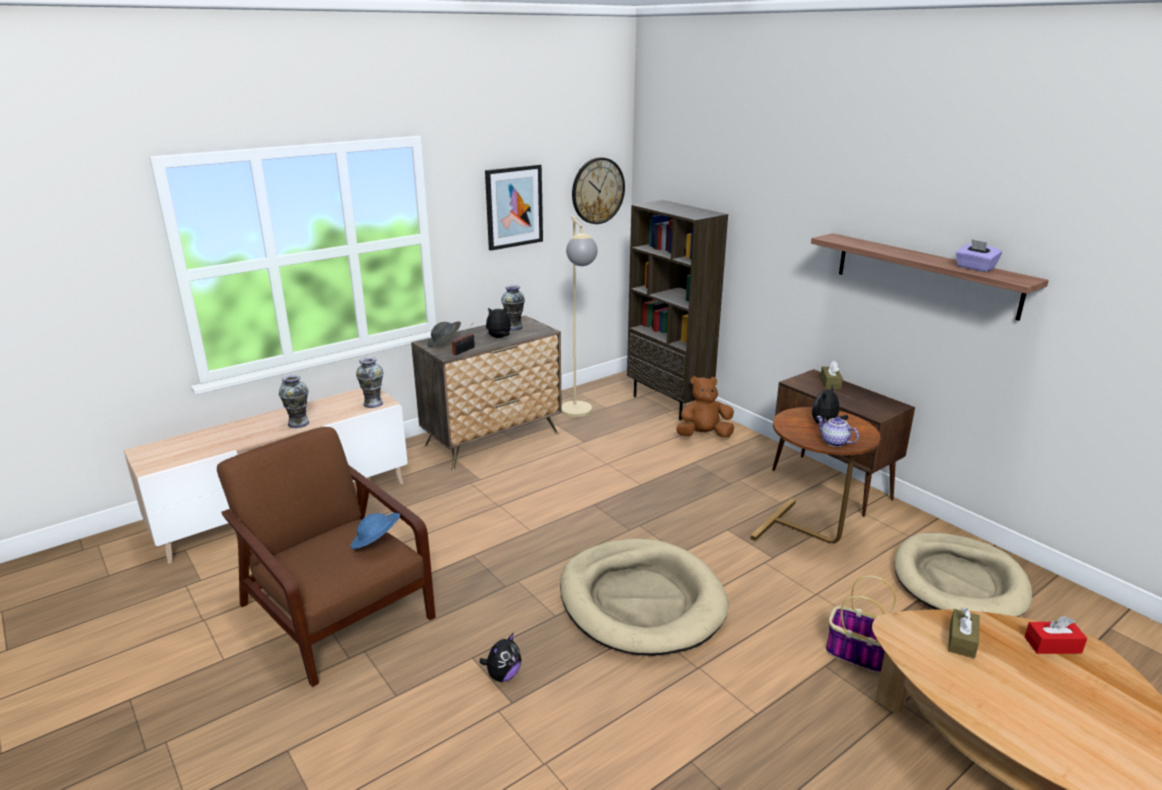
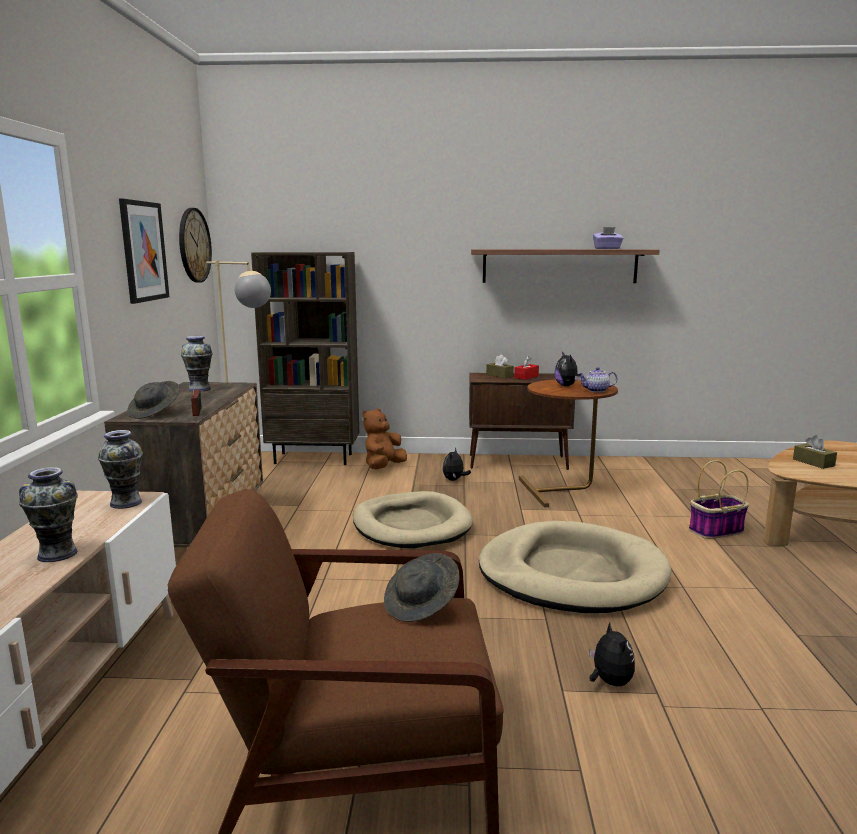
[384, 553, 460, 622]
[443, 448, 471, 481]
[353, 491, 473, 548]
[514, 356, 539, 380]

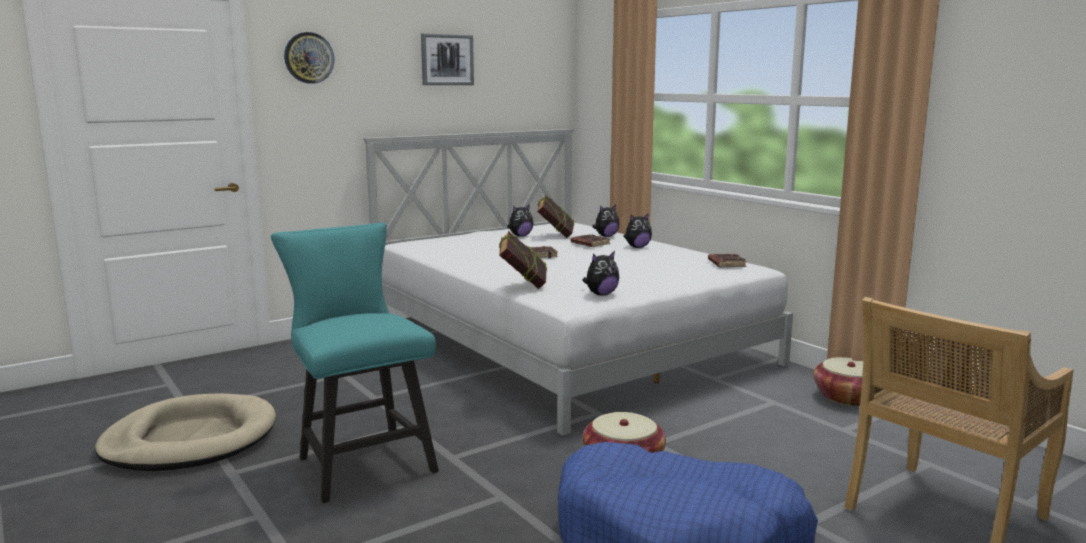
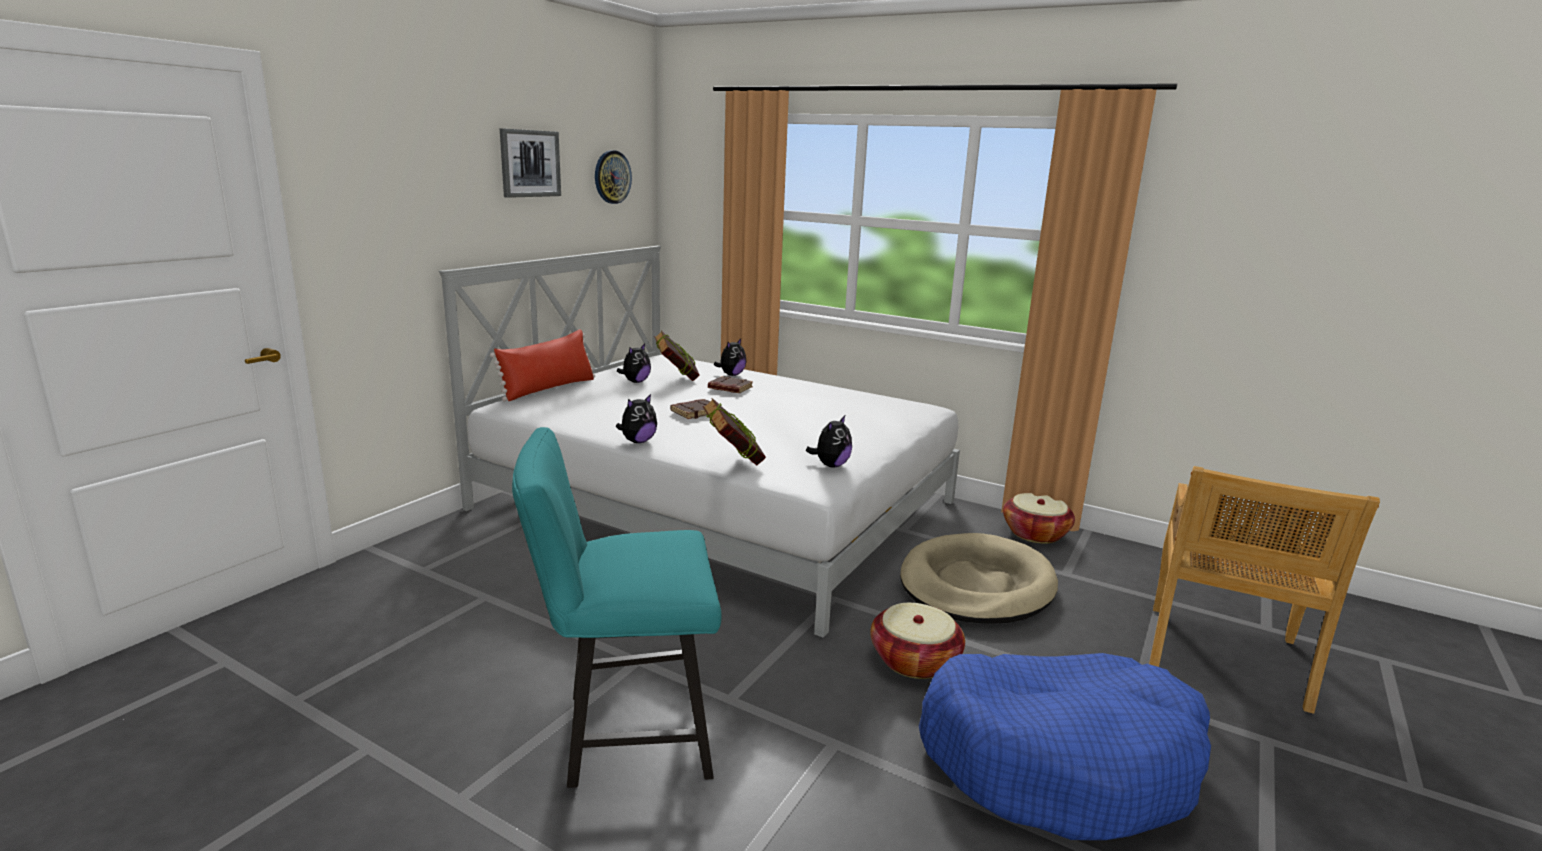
[900, 533, 1058, 624]
[512, 427, 722, 788]
[595, 150, 632, 204]
[616, 394, 657, 443]
[708, 254, 747, 268] (first image)
[490, 329, 595, 402]

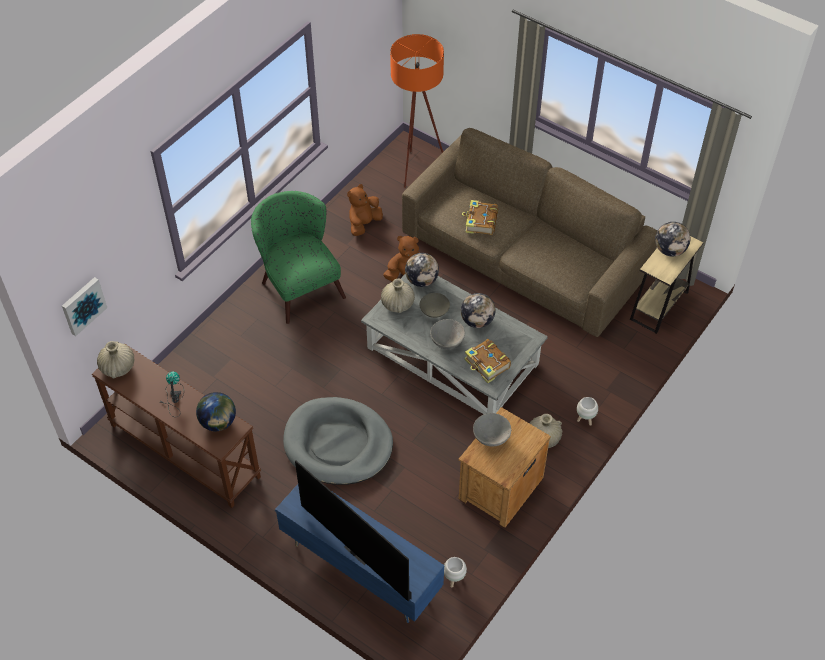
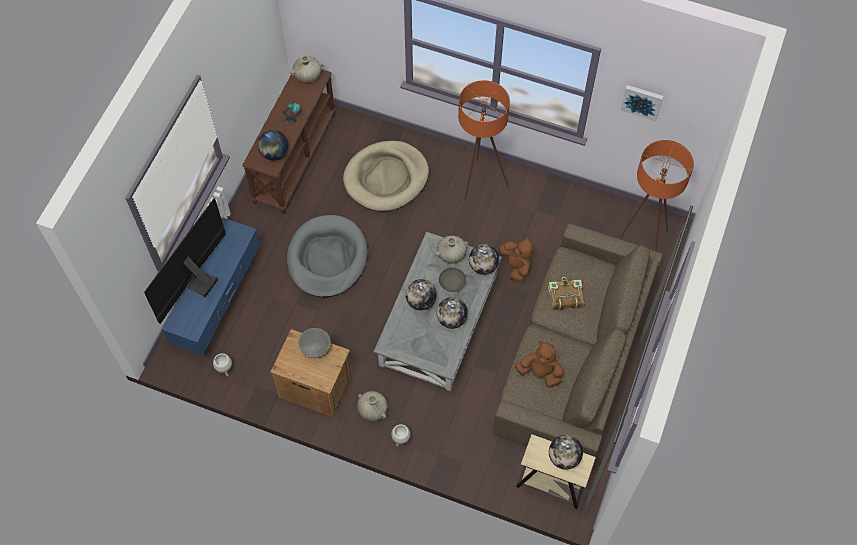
[620, 85, 664, 121]
[458, 80, 510, 201]
[515, 341, 564, 387]
[405, 279, 437, 310]
[465, 339, 511, 383] (first image)
[343, 141, 429, 211]

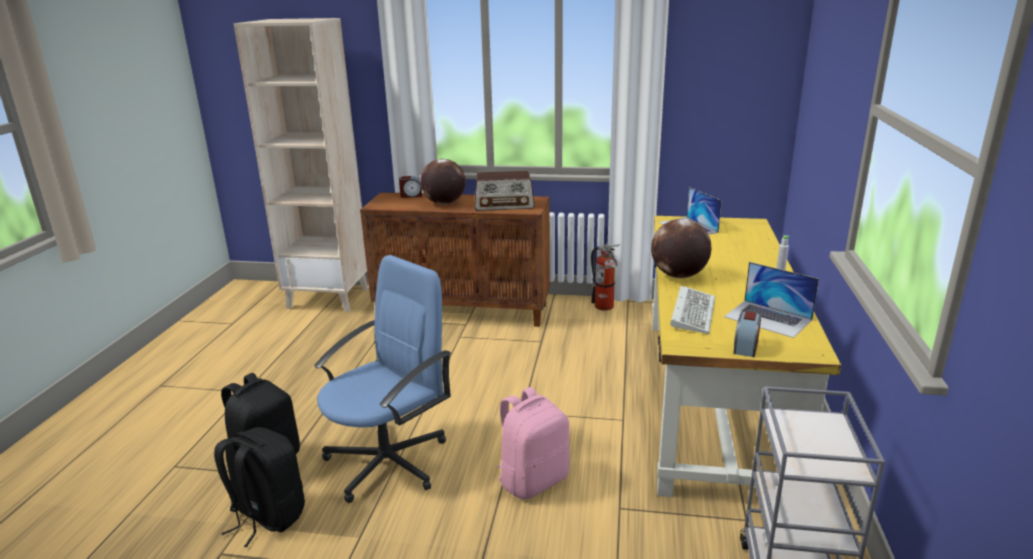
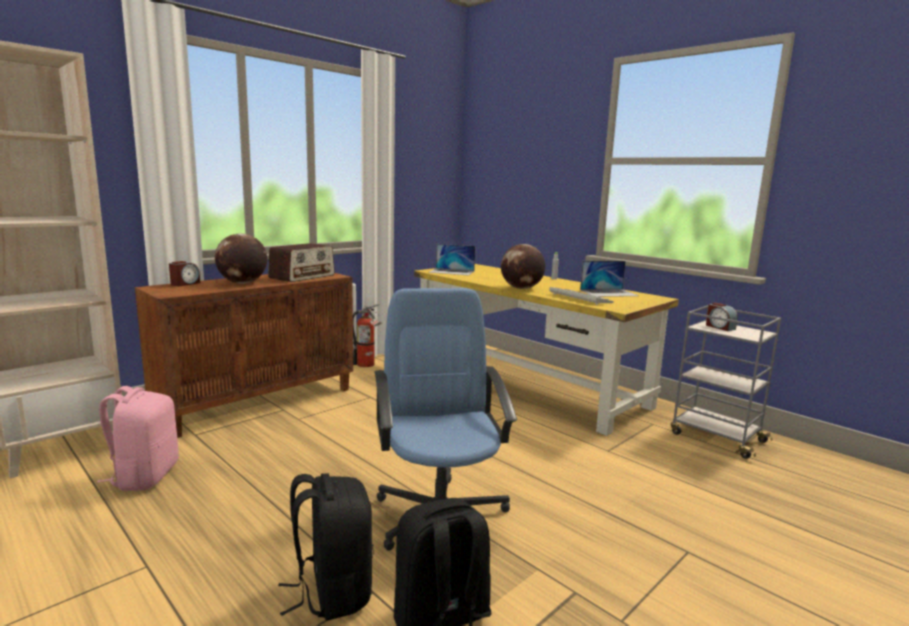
[97, 386, 179, 491]
[706, 303, 738, 331]

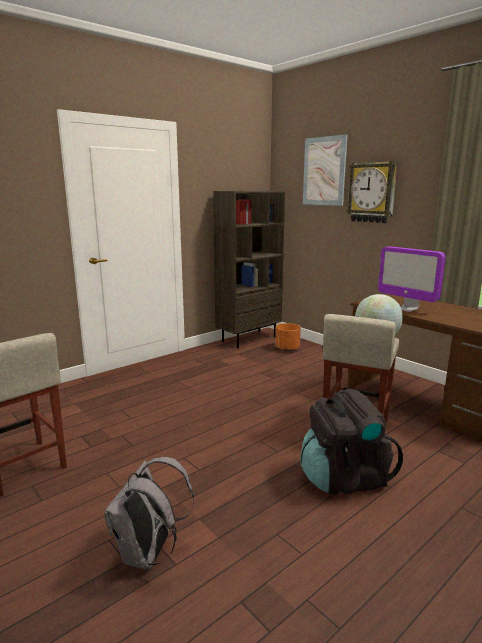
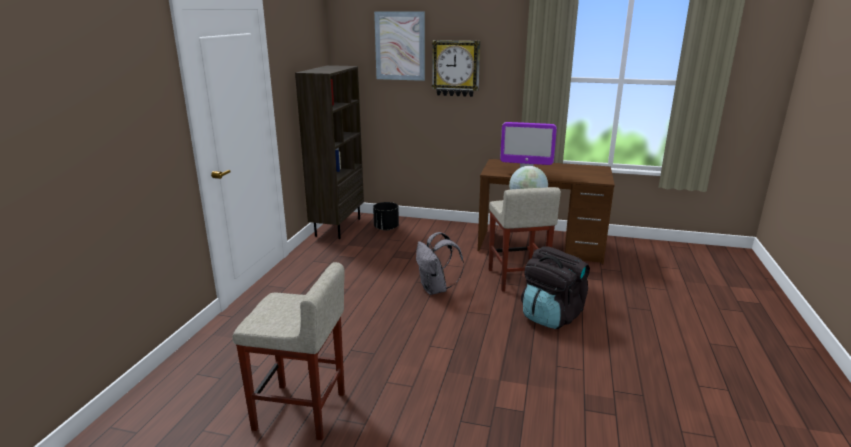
[416, 232, 464, 295]
[373, 202, 399, 231]

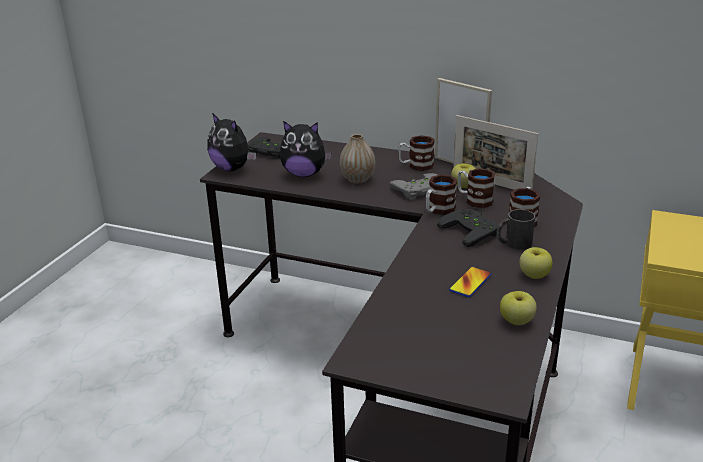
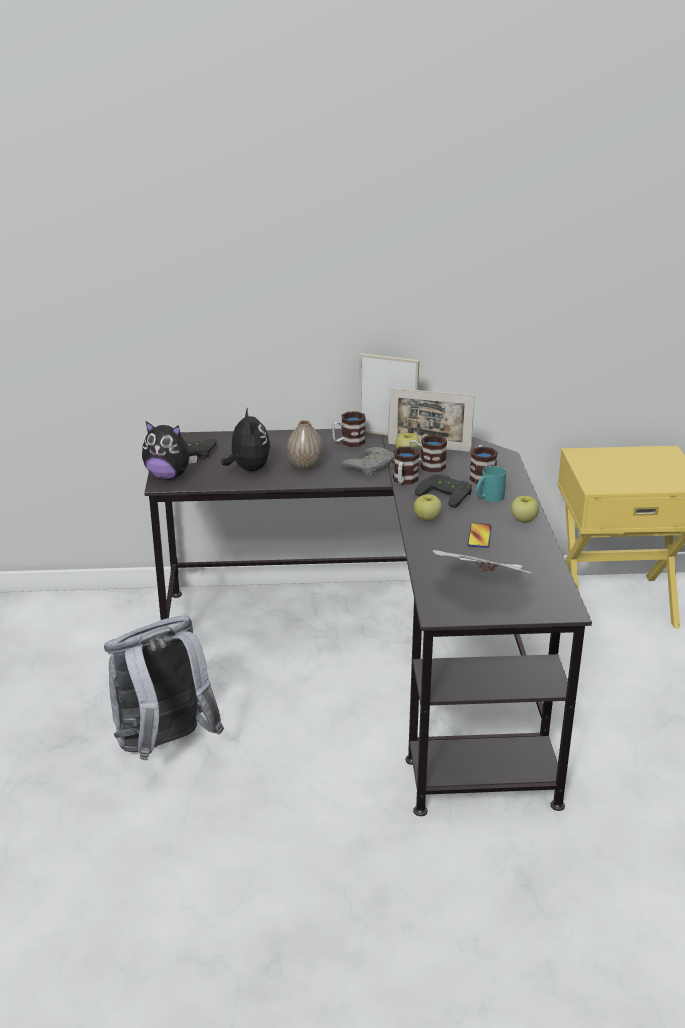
[221, 407, 271, 471]
[476, 466, 506, 502]
[414, 494, 442, 521]
[104, 616, 224, 760]
[433, 550, 532, 574]

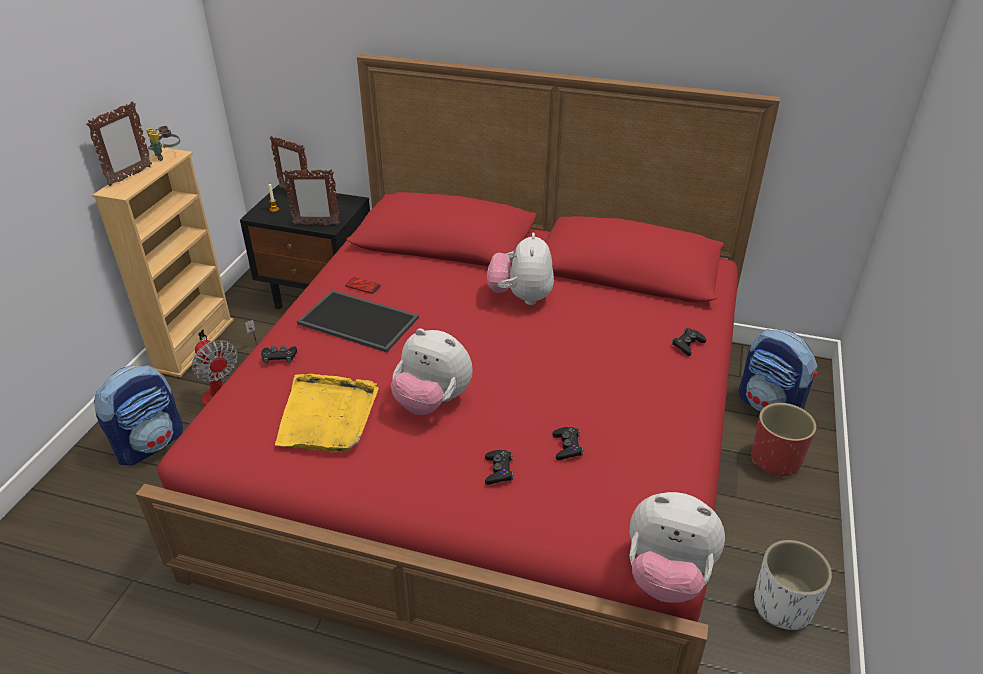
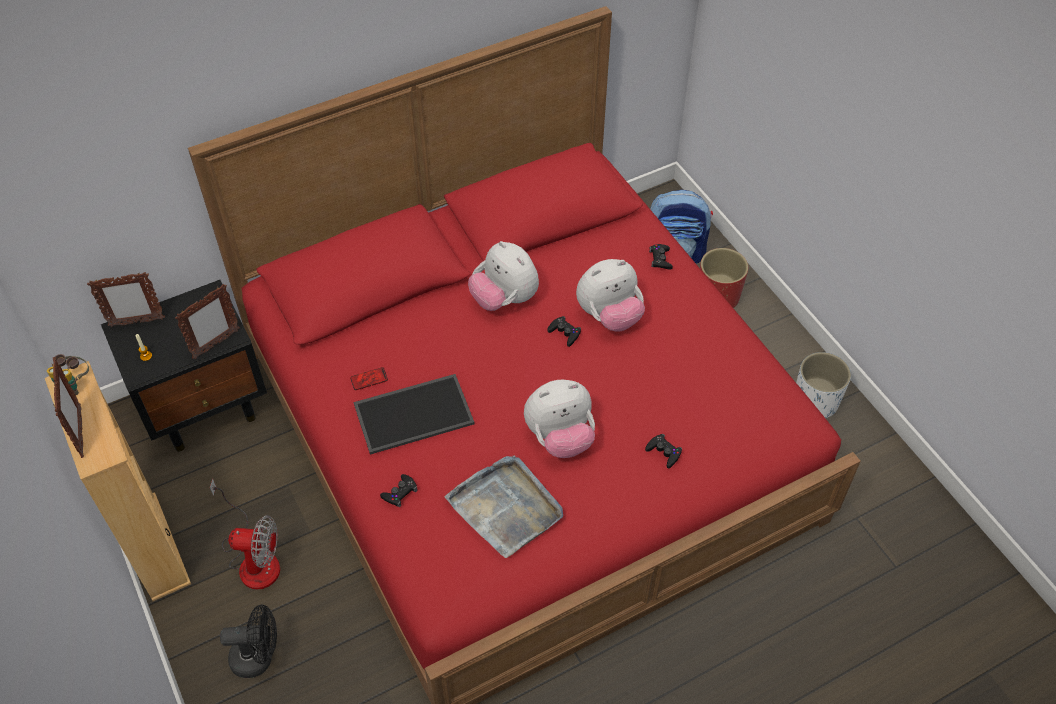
[220, 604, 277, 678]
[445, 456, 563, 558]
[547, 316, 581, 347]
[576, 259, 645, 332]

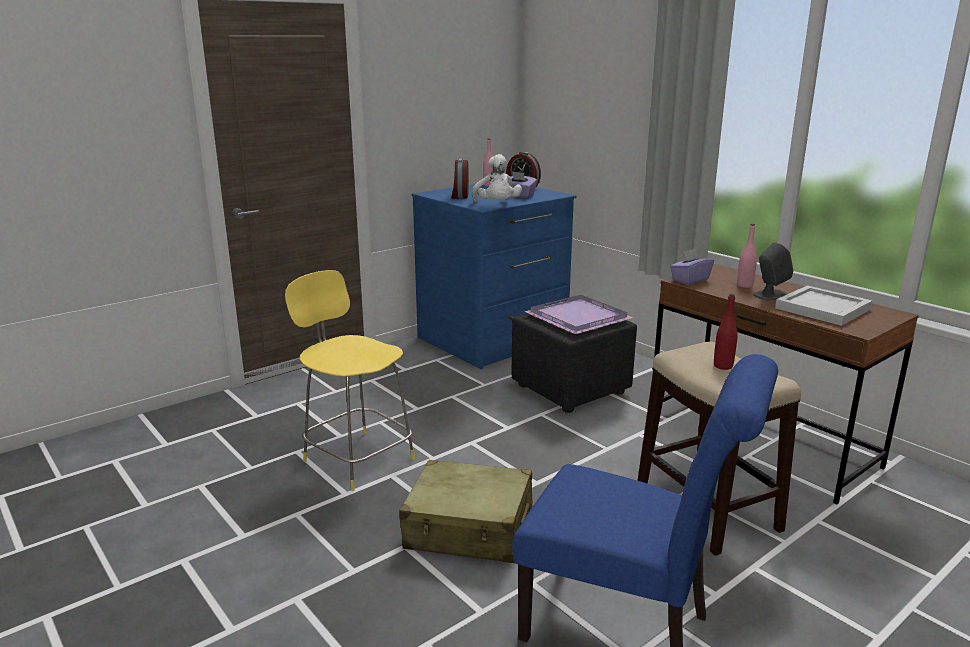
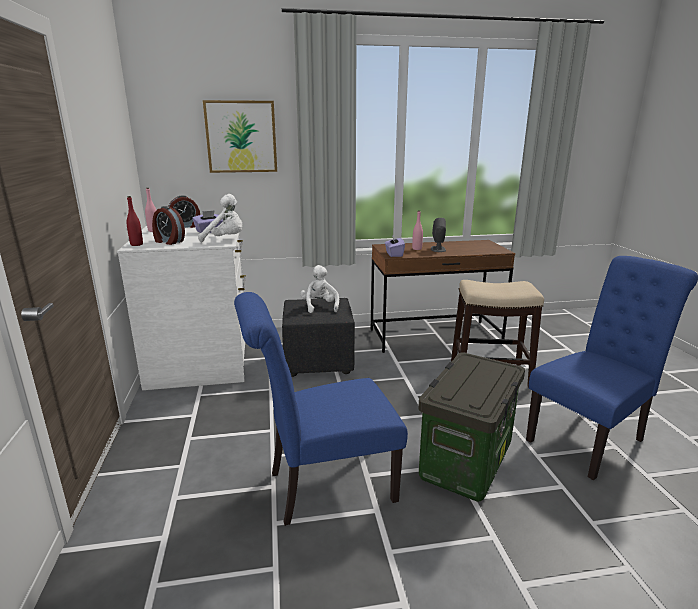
[234, 292, 408, 526]
[418, 353, 525, 502]
[117, 226, 246, 391]
[300, 265, 339, 313]
[127, 196, 143, 246]
[775, 285, 872, 326] (first image)
[203, 100, 277, 173]

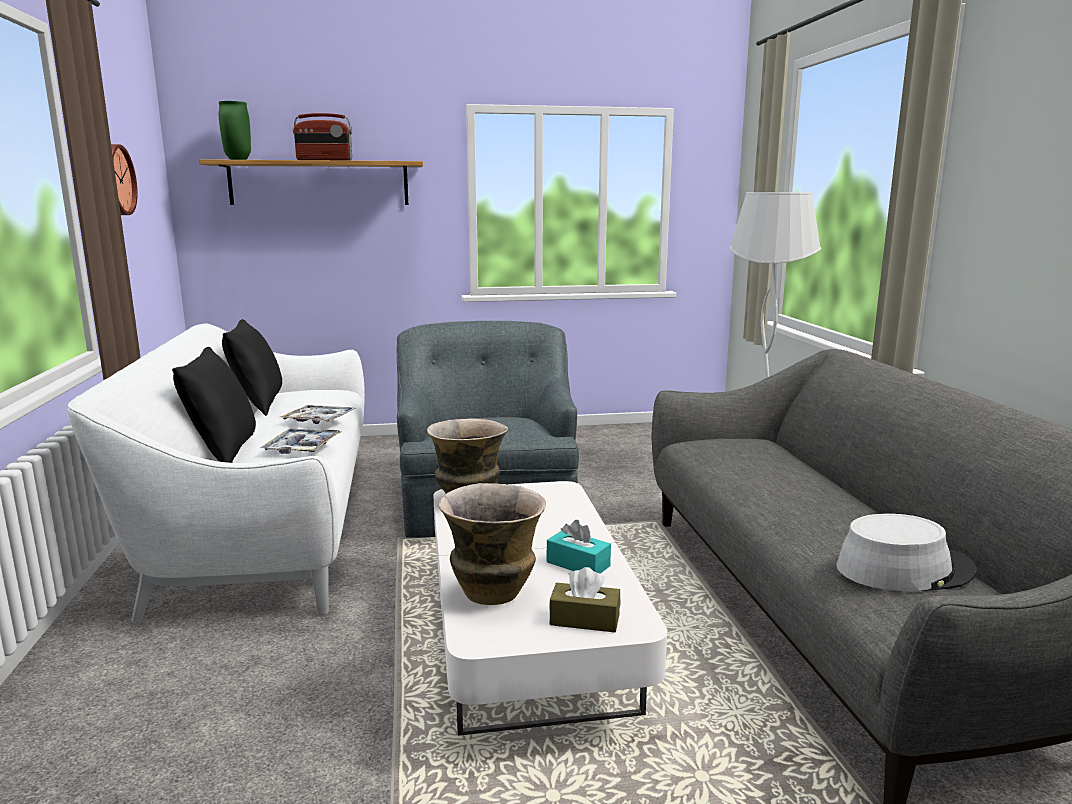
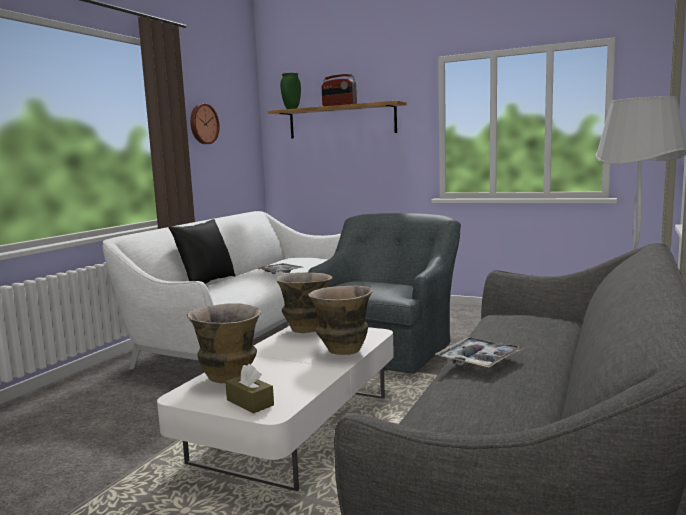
[222, 319, 282, 416] (first image)
[435, 337, 523, 369]
[547, 520, 611, 574] (first image)
[836, 513, 976, 591] (first image)
[308, 285, 373, 355]

